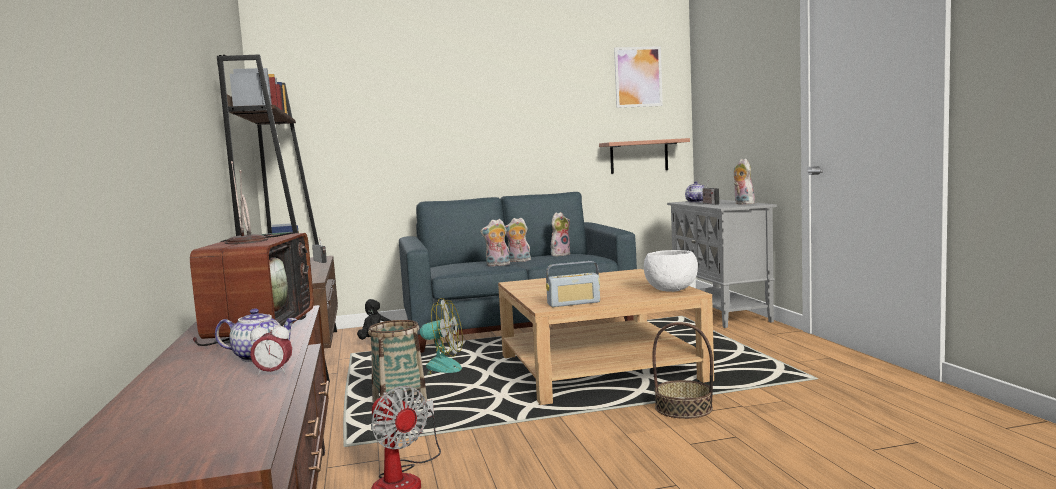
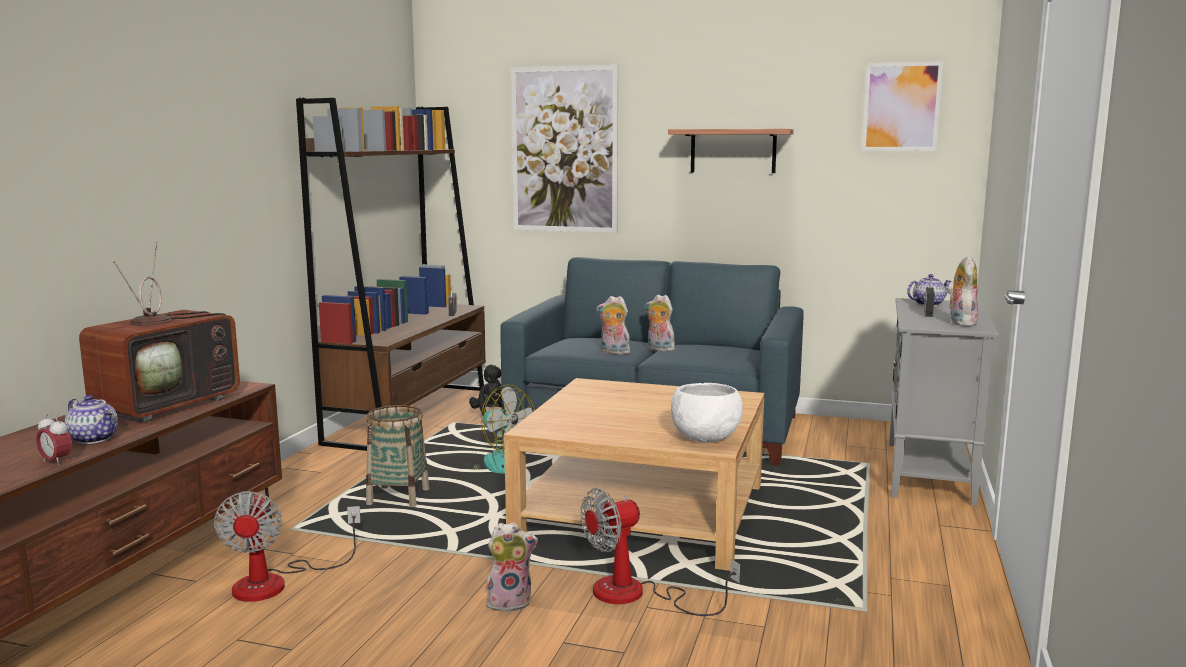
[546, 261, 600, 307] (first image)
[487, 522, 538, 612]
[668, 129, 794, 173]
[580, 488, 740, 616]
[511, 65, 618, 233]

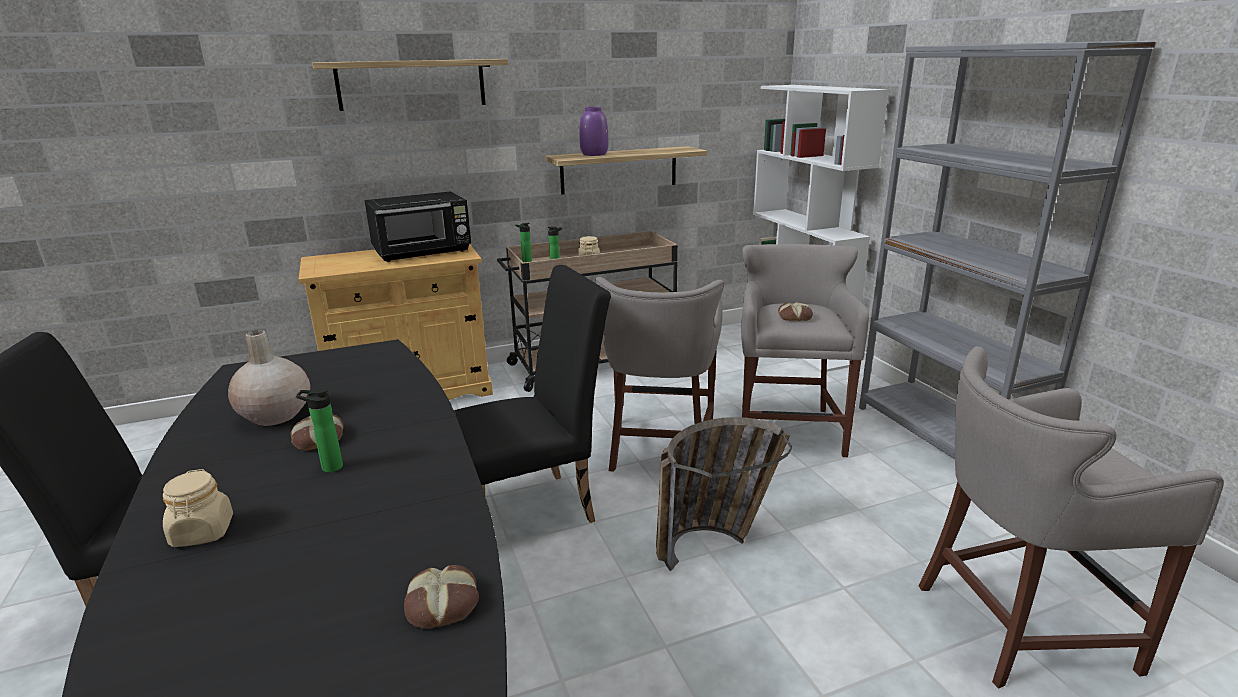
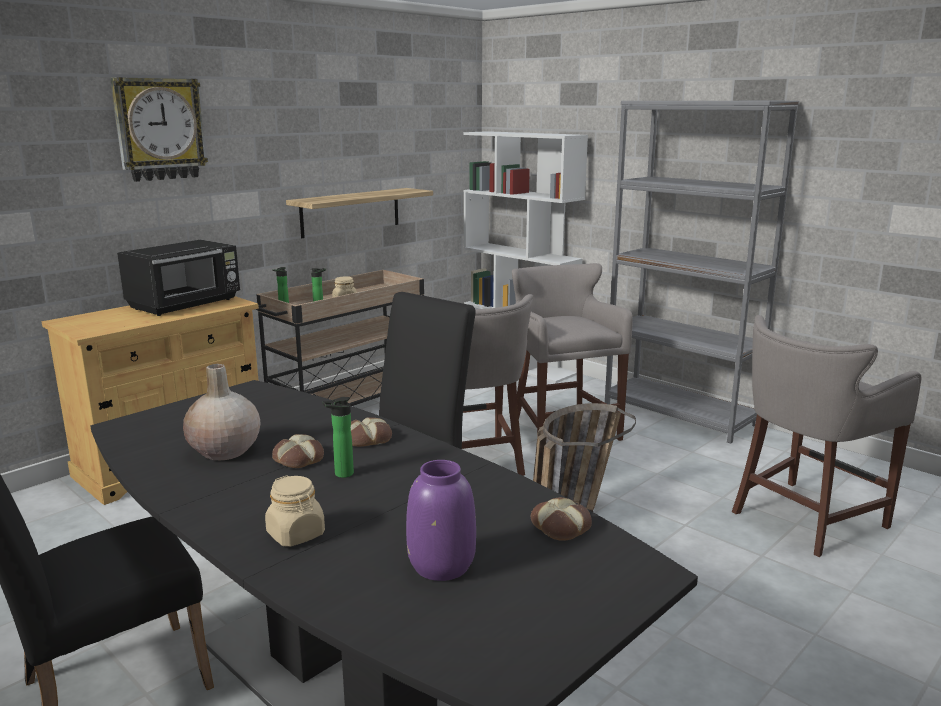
[110, 77, 208, 182]
[406, 460, 476, 581]
[351, 417, 392, 447]

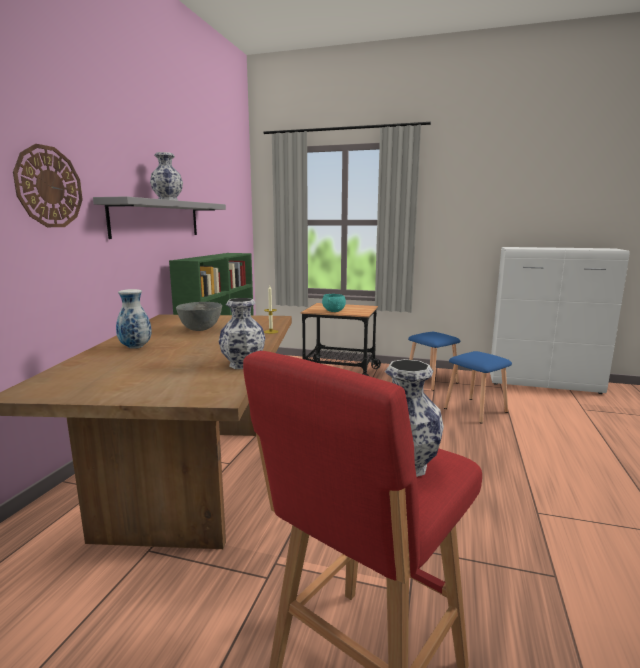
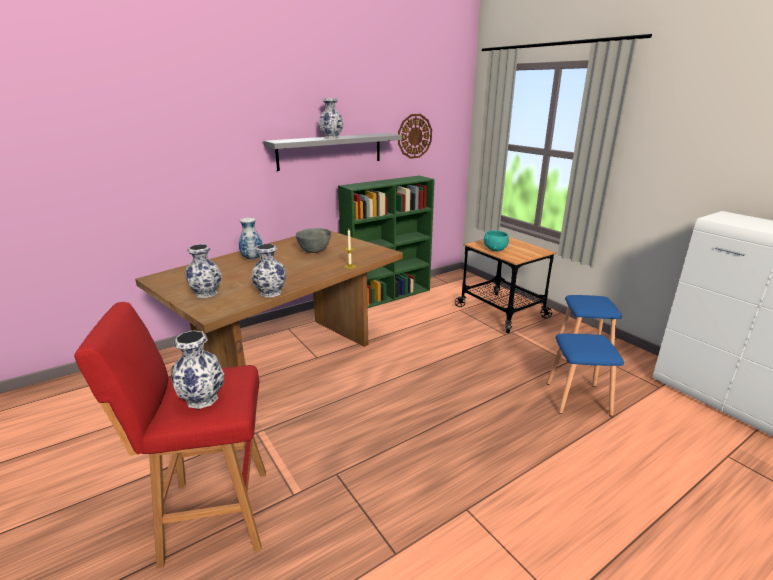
[398, 114, 432, 159]
[185, 244, 222, 298]

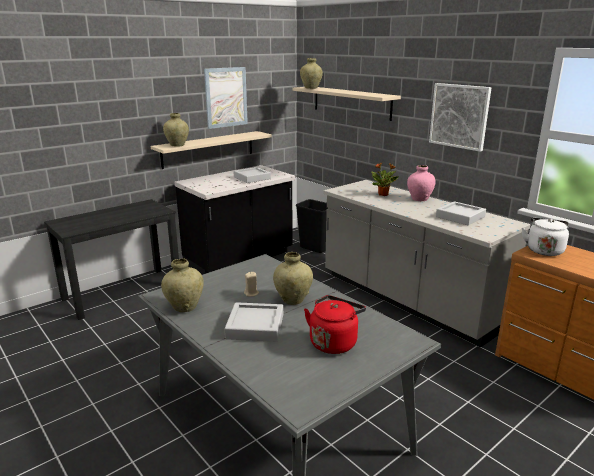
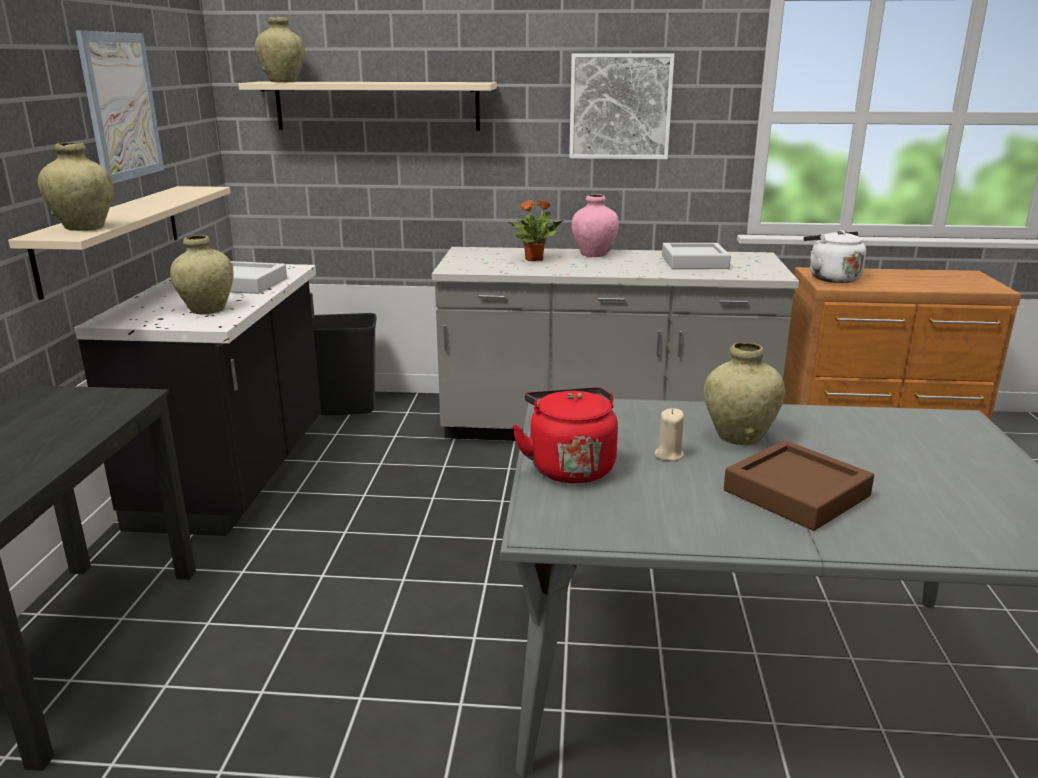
[170, 235, 234, 314]
[724, 440, 874, 531]
[512, 387, 618, 483]

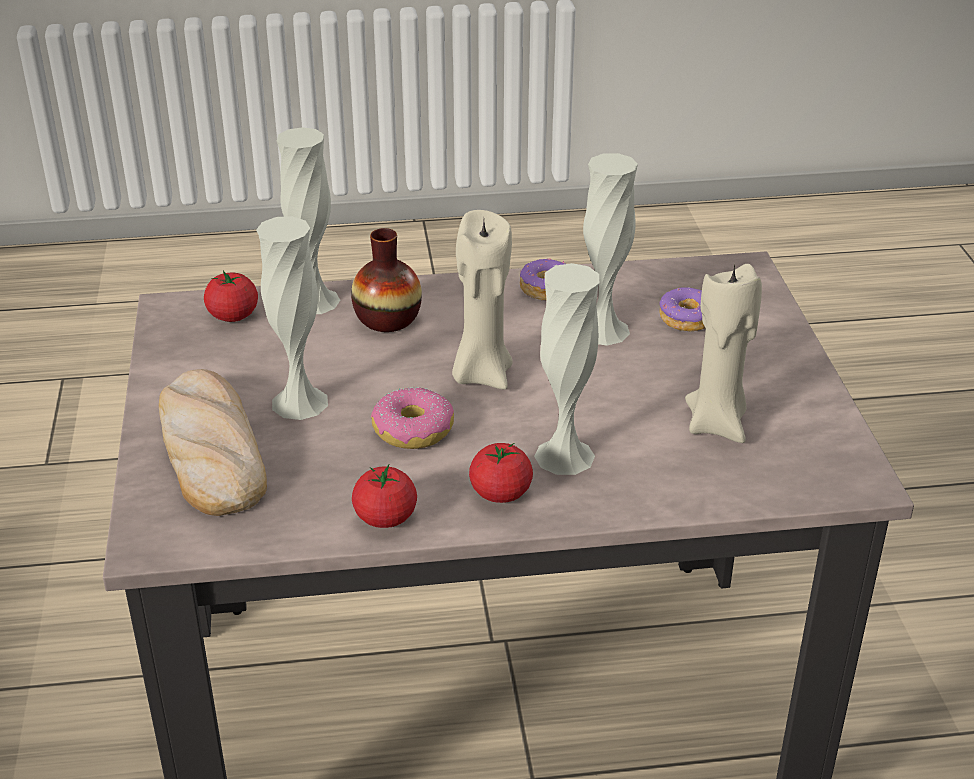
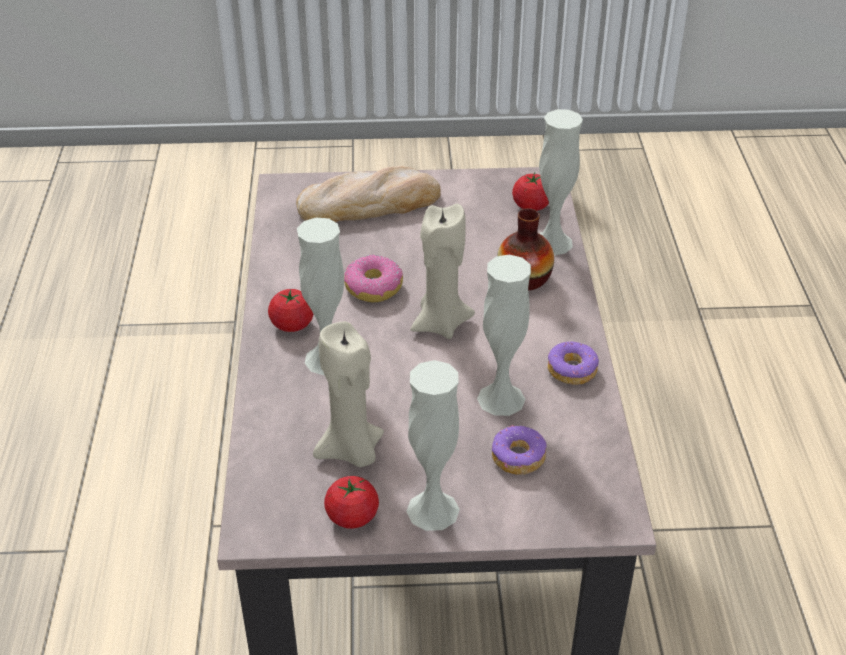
[406, 360, 460, 531]
[324, 476, 379, 529]

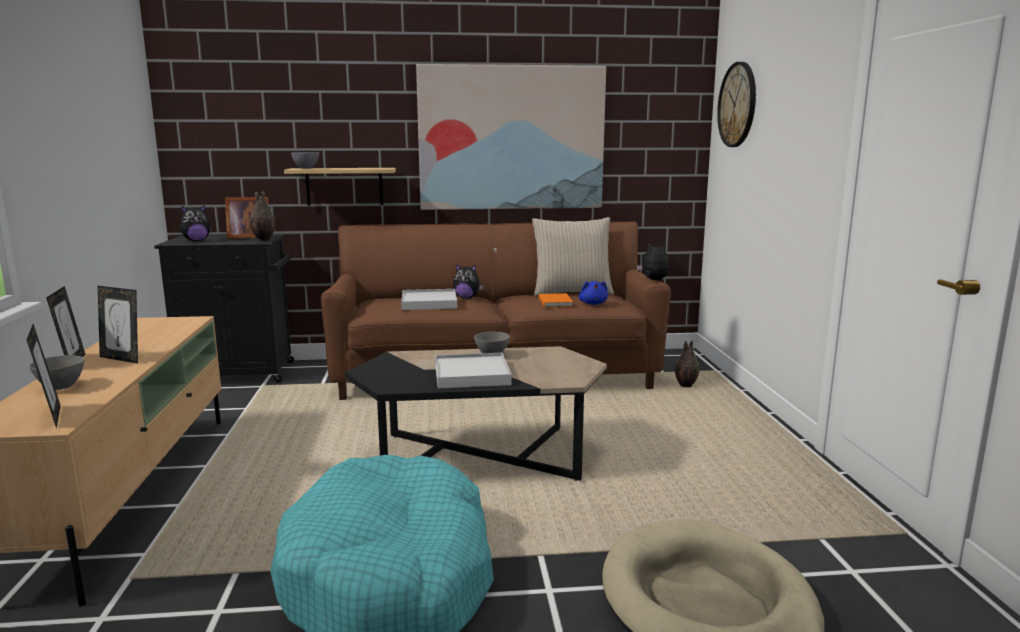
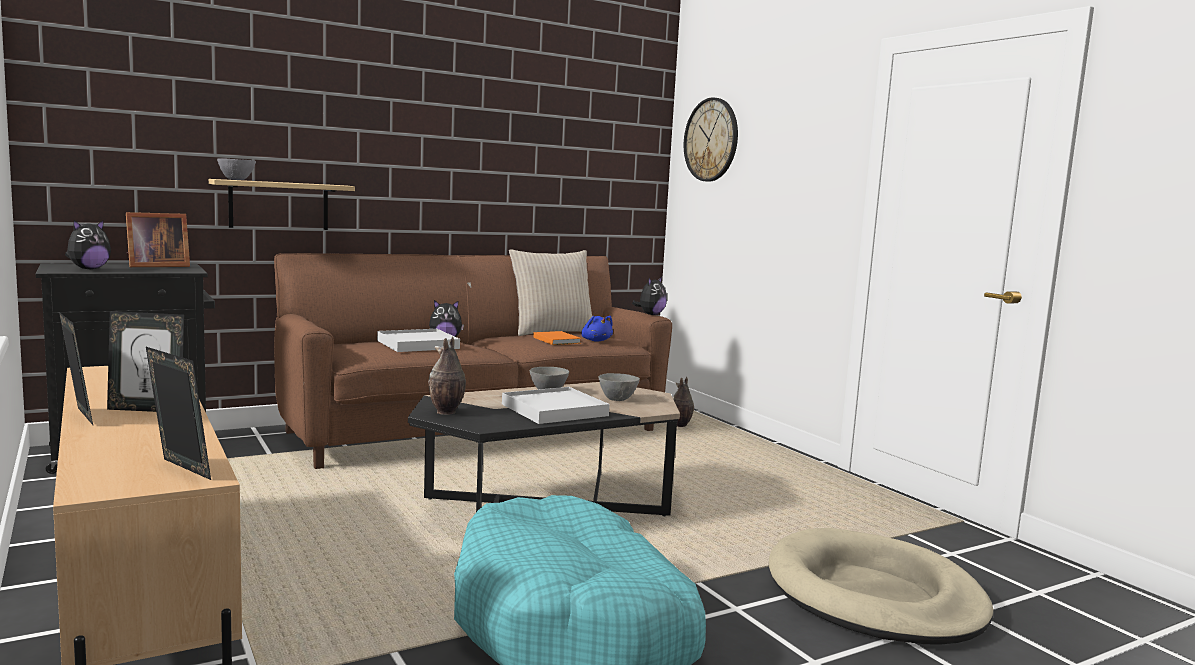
[598, 373, 640, 401]
[428, 337, 466, 415]
[416, 64, 606, 210] (first image)
[632, 277, 667, 315]

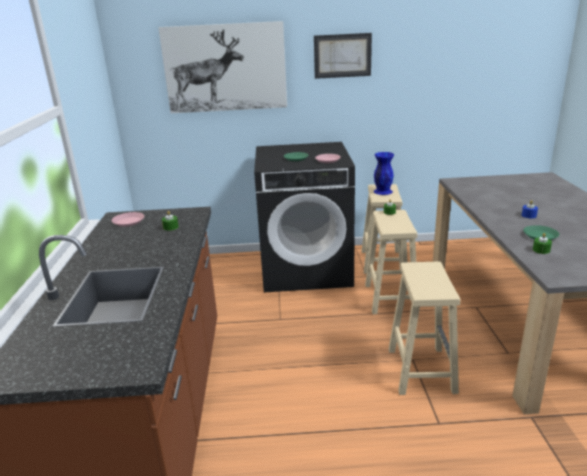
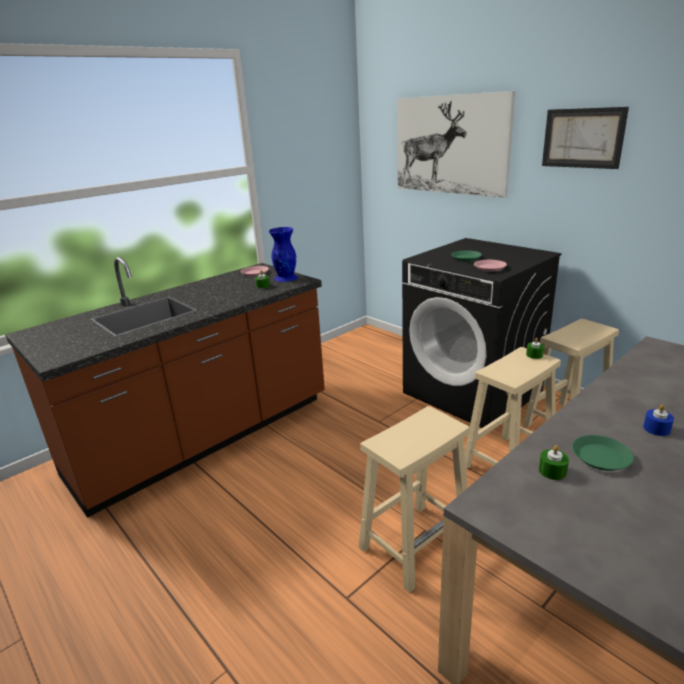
[269, 227, 298, 282]

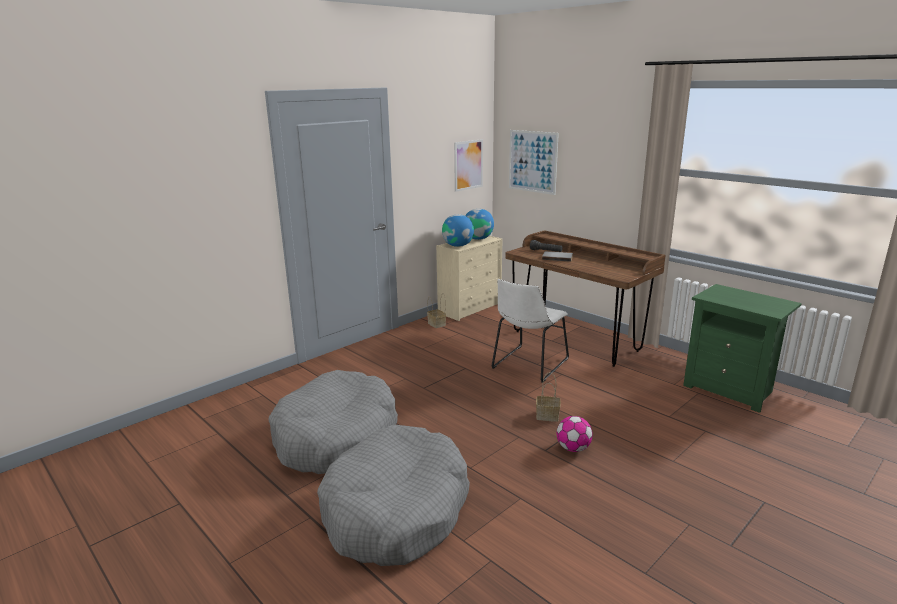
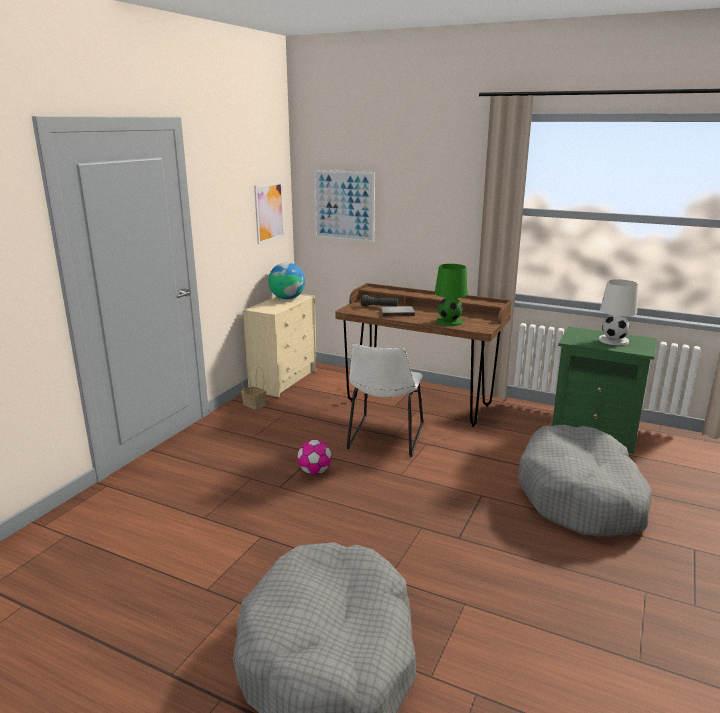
[518, 424, 652, 537]
[442, 214, 474, 247] (first image)
[536, 372, 561, 422] (first image)
[297, 440, 332, 475]
[435, 264, 468, 326]
[598, 279, 638, 345]

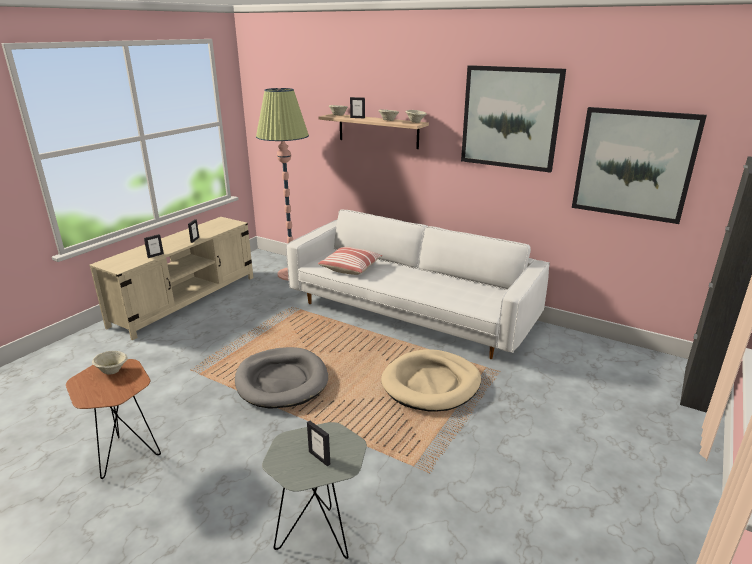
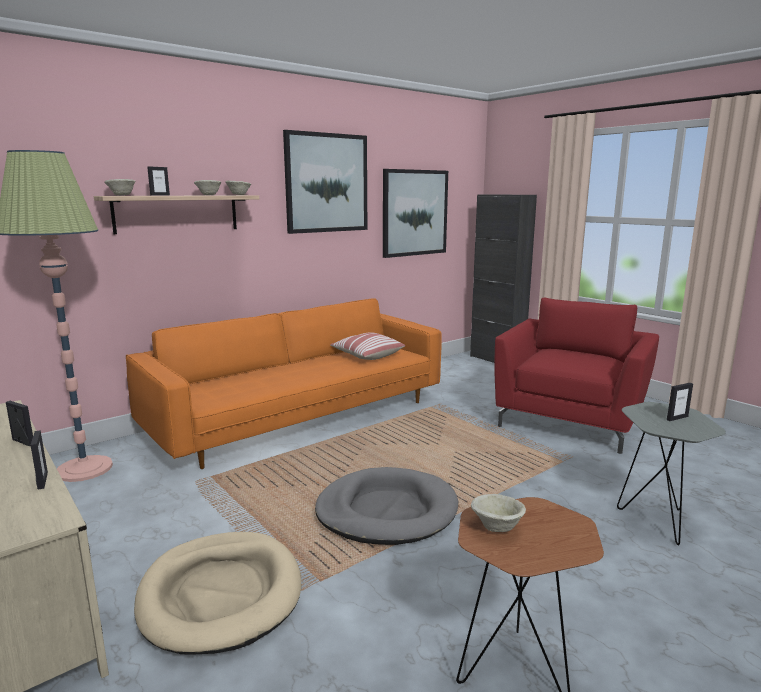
[126, 298, 442, 469]
[330, 332, 405, 360]
[134, 532, 302, 655]
[494, 298, 659, 454]

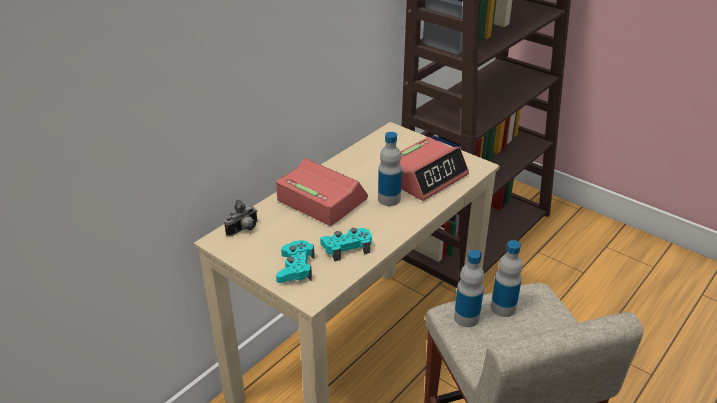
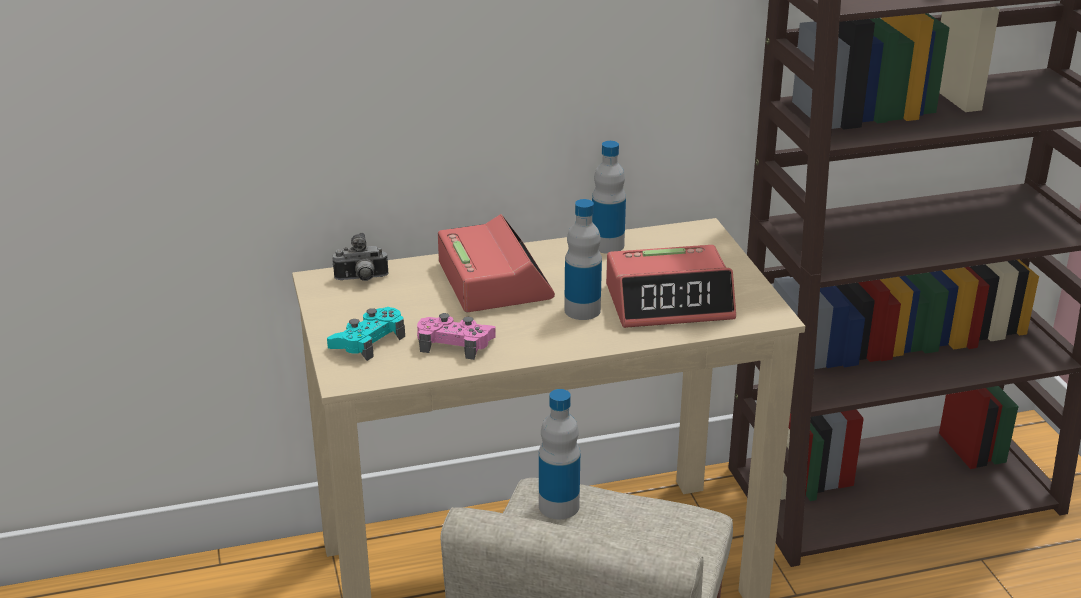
[417, 313, 496, 360]
[592, 141, 626, 254]

